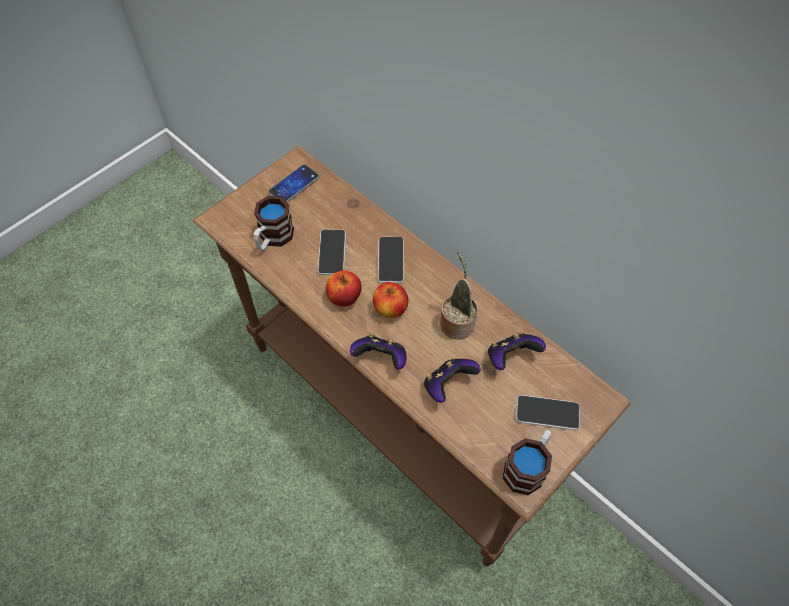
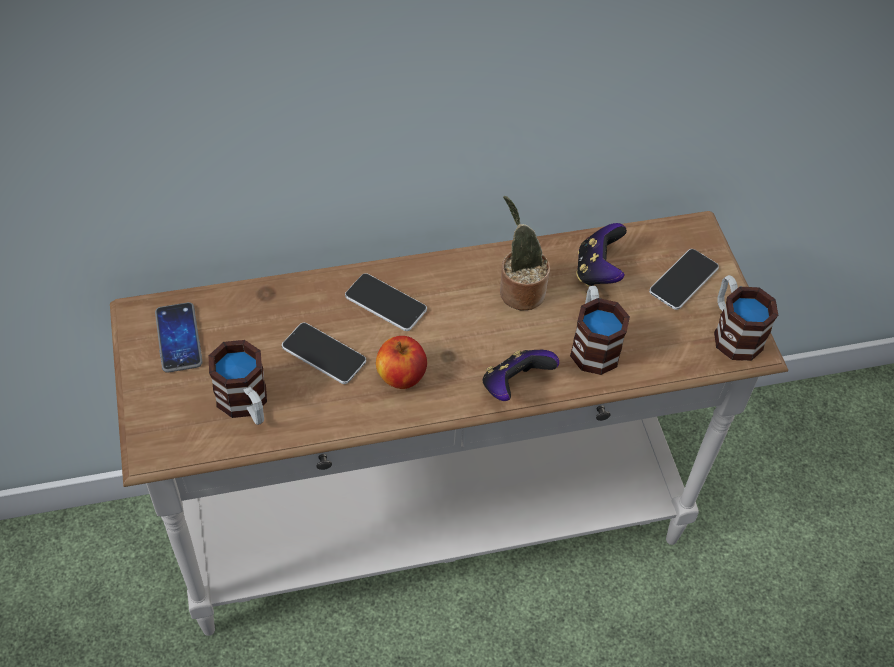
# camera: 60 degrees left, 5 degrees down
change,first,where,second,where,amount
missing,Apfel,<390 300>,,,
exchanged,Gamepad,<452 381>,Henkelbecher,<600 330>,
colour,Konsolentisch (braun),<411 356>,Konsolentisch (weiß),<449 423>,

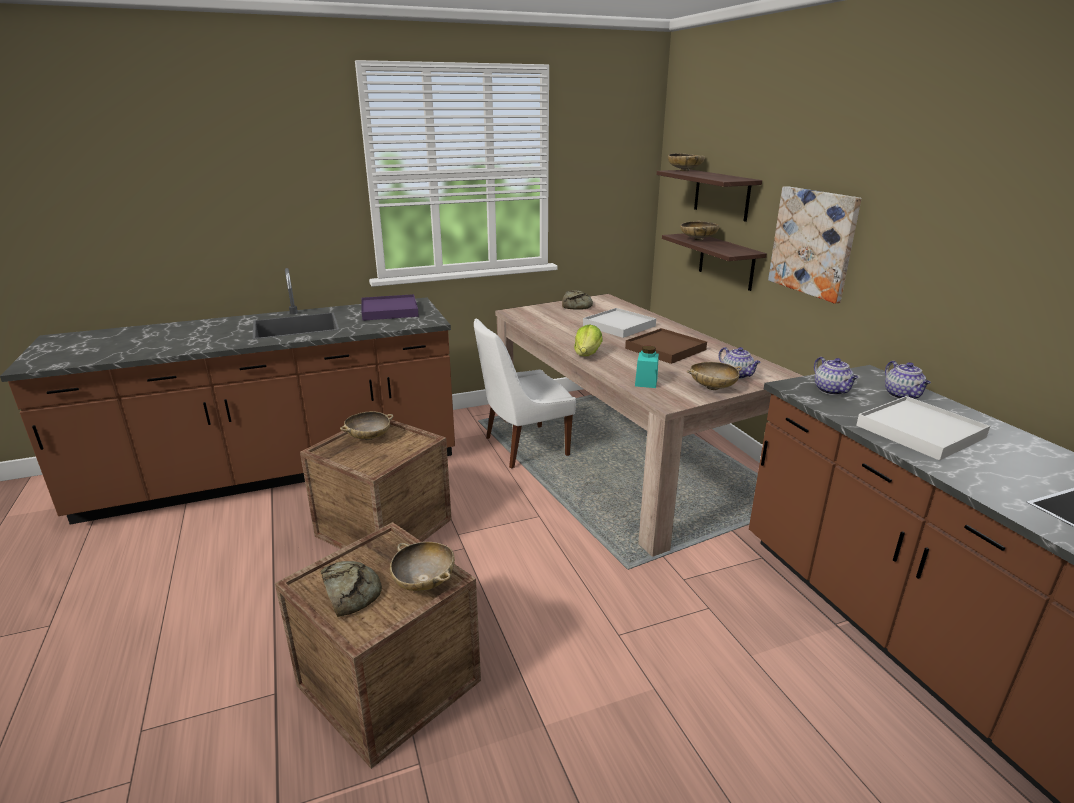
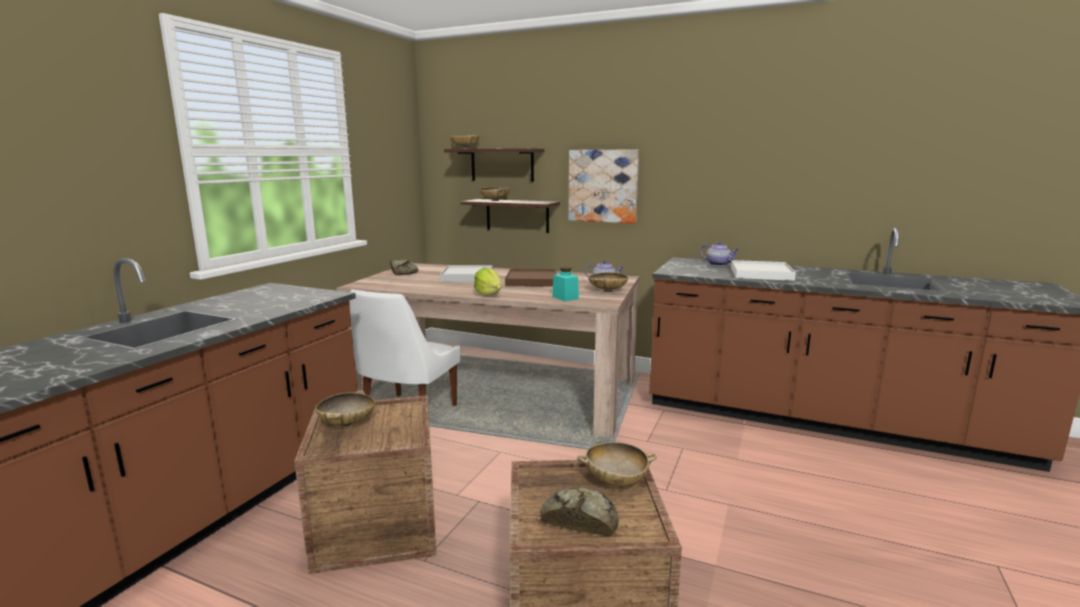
# camera: 45 degrees left, 10 degrees down
change,first,where,second,where,amount
missing,Tablett (lila),<390 307>,,,
missing,Teekanne,<836 376>,,,

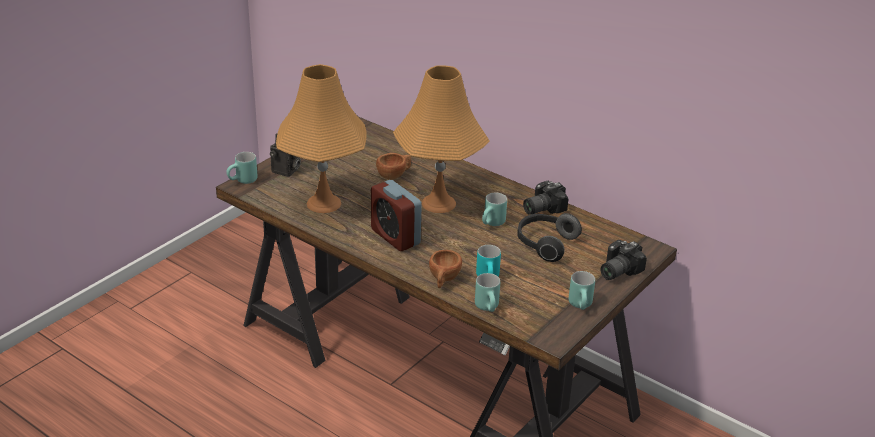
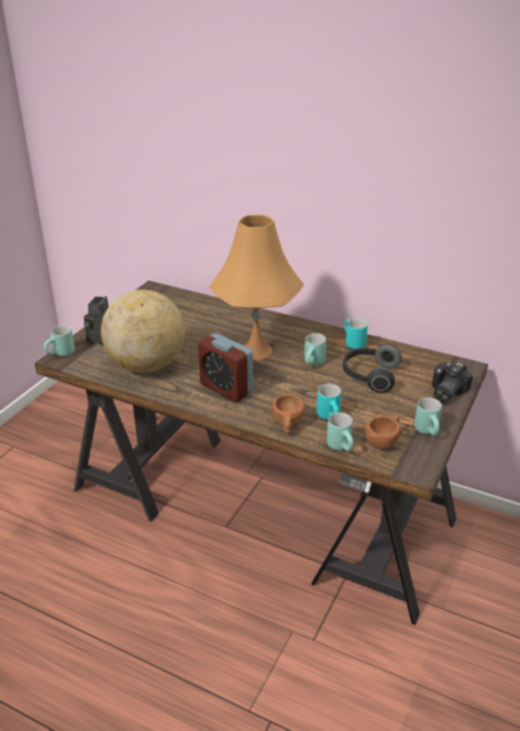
# camera: 10 degrees left, 0 degrees up
change,first,where,second,where,amount
relocated,Tasse (braun),<393 166>,,<383 432>,
exchanged,Tischlampe (orange),<321 138>,Globus,<143 331>,
exchanged,Kamera,<545 198>,Henkelbecher (türkis),<356 333>,

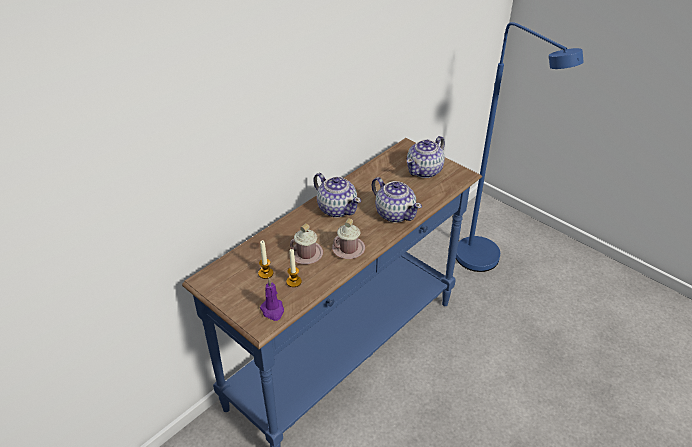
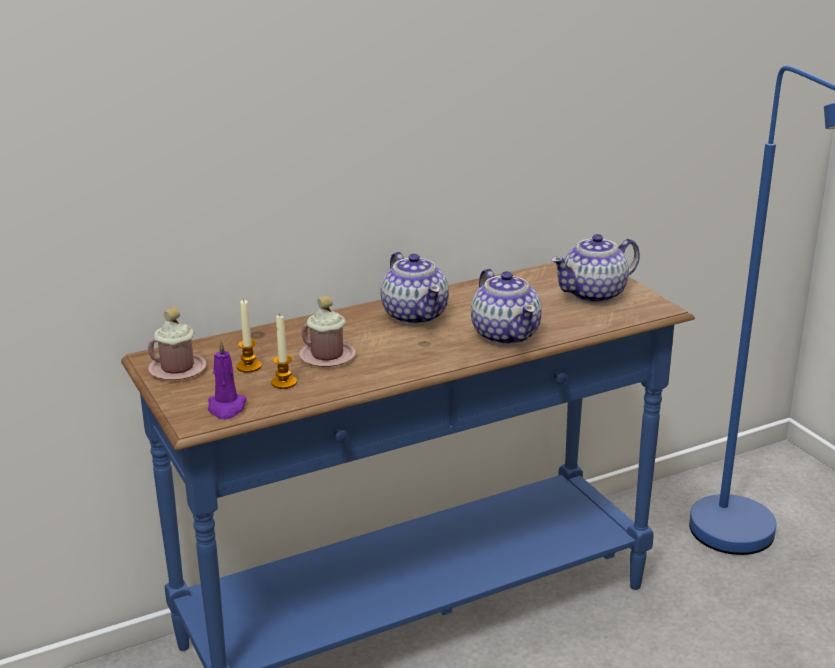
# camera: 20 degrees right, 15 degrees down
change,first,where,second,where,amount
relocated,Henkelbecher (rosa),<348 238>,,<177 343>,

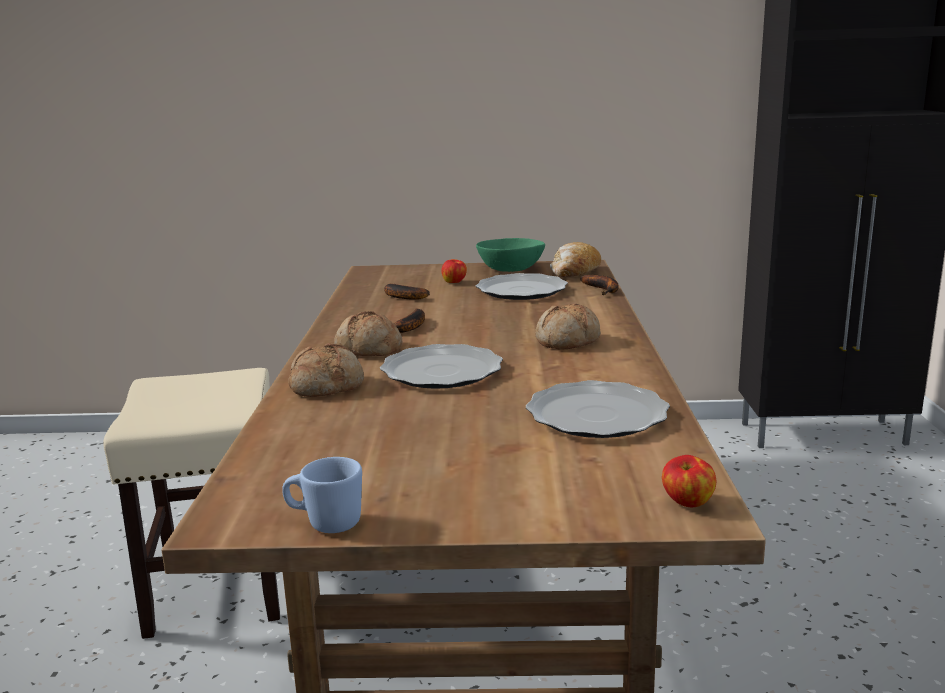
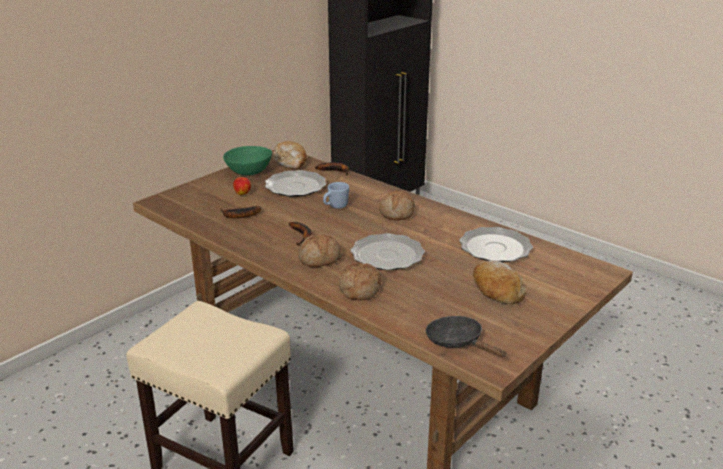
# camera: 50 degrees left, 10 degrees up
change,first,where,second,where,amount
missing,Apfel,<689 481>,,,
appeared,,,Pfanne (schwarz),<466 336>,
appeared,,,Brot,<499 282>,
relocated,Henkelbecher (blau),<322 495>,,<336 195>,

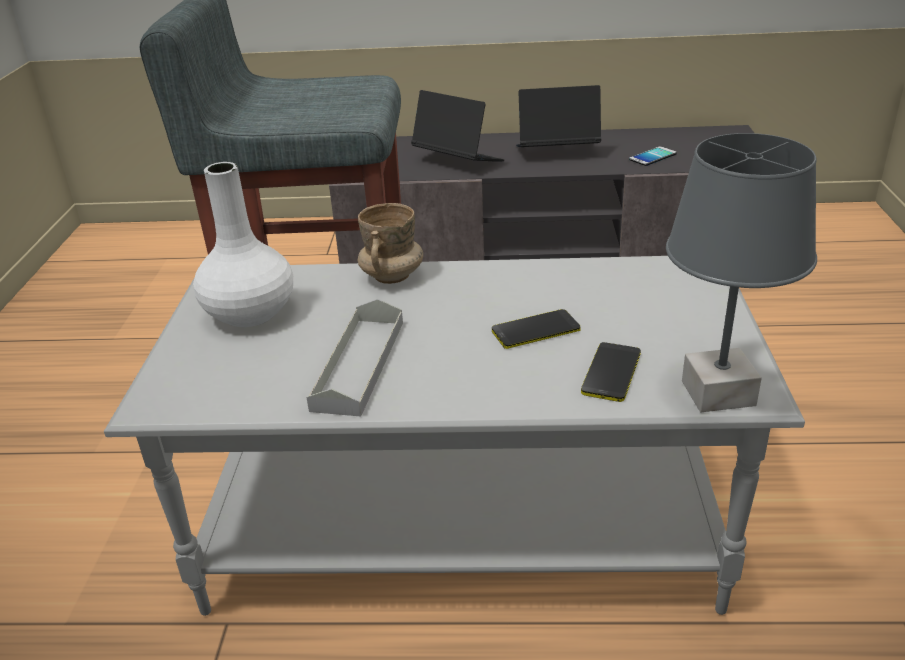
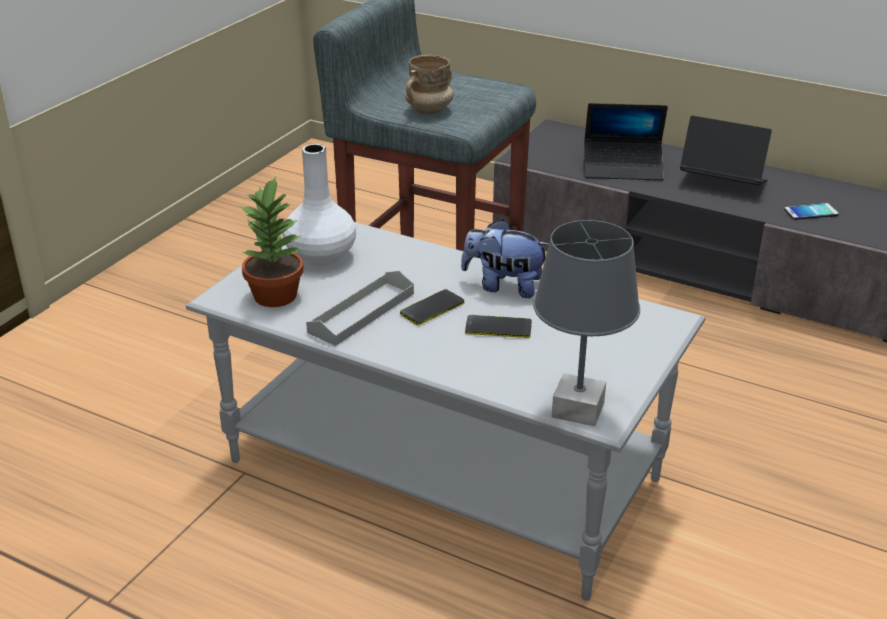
# camera: 25 degrees right, 0 degrees up
change,first,where,second,where,amount
appeared,,,Topfpflanze,<271 241>,
appeared,,,Plüschtier,<505 259>,
relocated,Henkelbecher (beige),<390 243>,,<429 84>,
relocated,Handy,<611 372>,,<432 307>,
spun,Laptop,<457 126>,,<626 141>,120 degrees clockwise

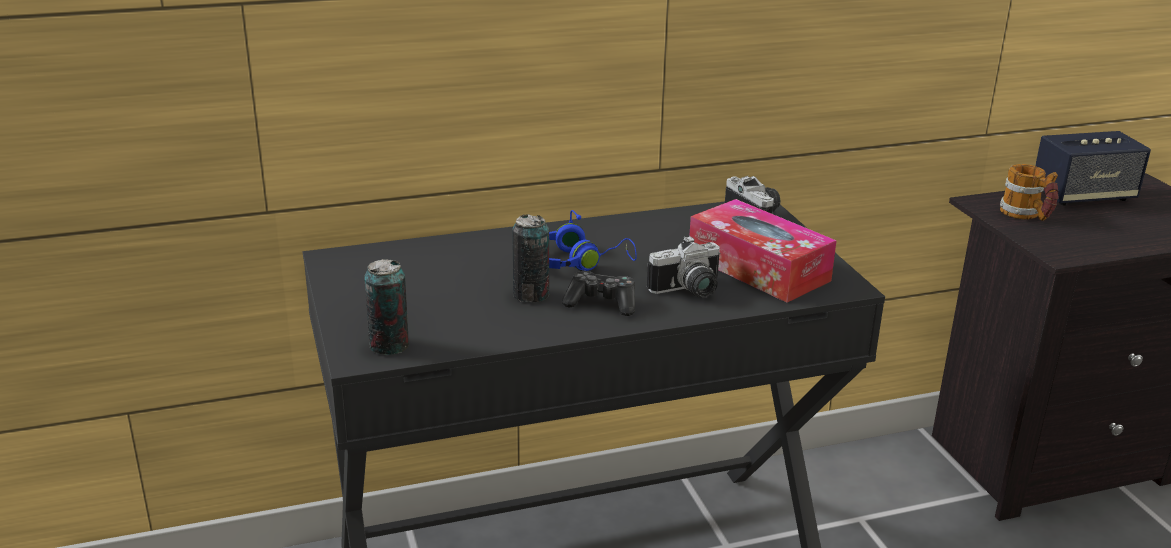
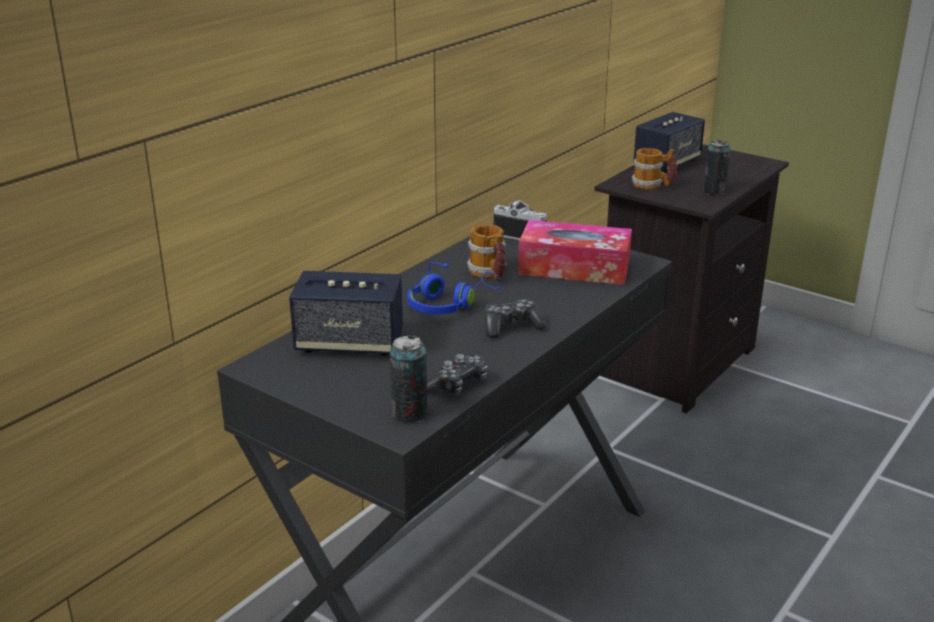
# camera: 35 degrees left, 0 degrees up
change,first,where,second,where,amount
missing,Kamera,<684 266>,,,
appeared,,,Lautsprecher,<346 313>,
appeared,,,Gamepad,<457 375>,
appeared,,,Henkelbecher,<487 252>,
relocated,Dose,<531 258>,,<717 167>,

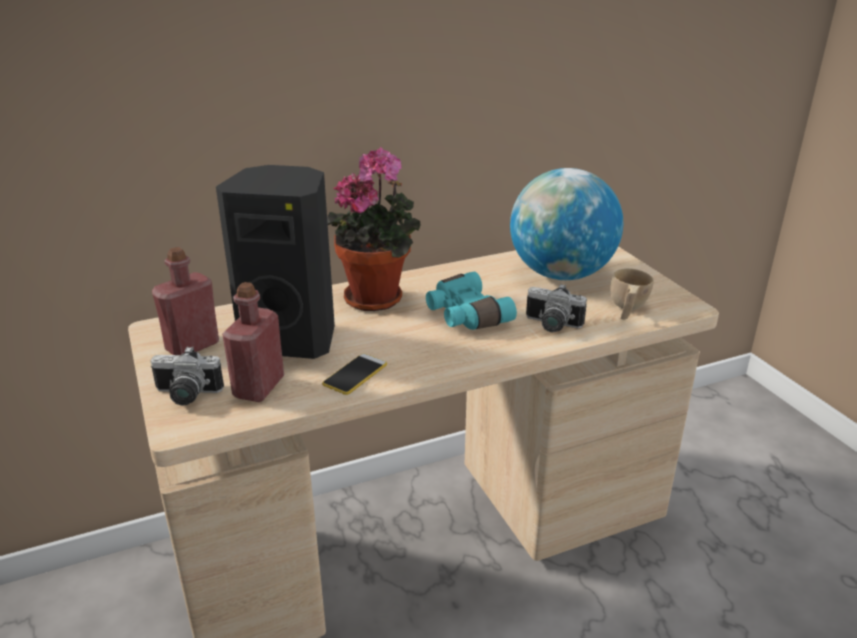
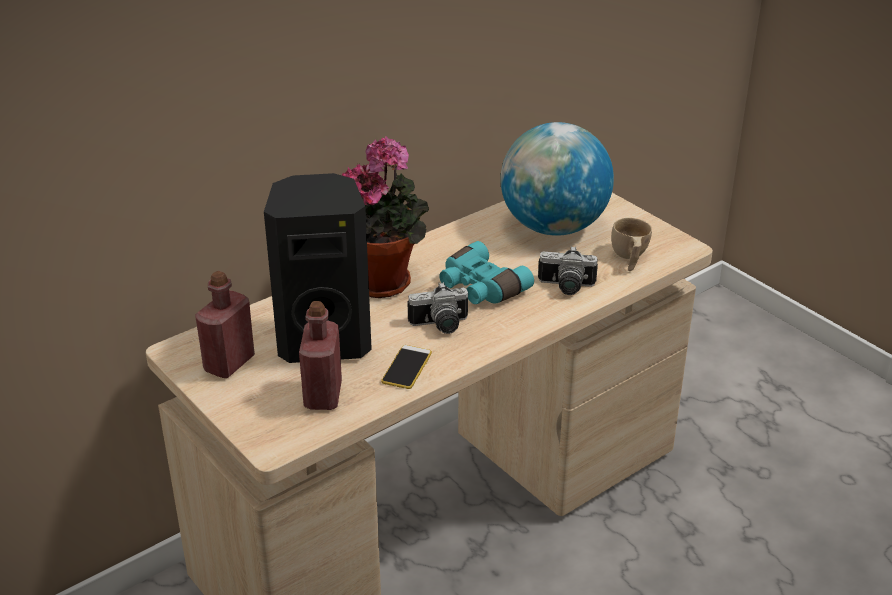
# camera: 15 degrees left, 5 degrees up
change,first,where,second,where,amount
relocated,Kamera,<187 375>,,<438 308>,

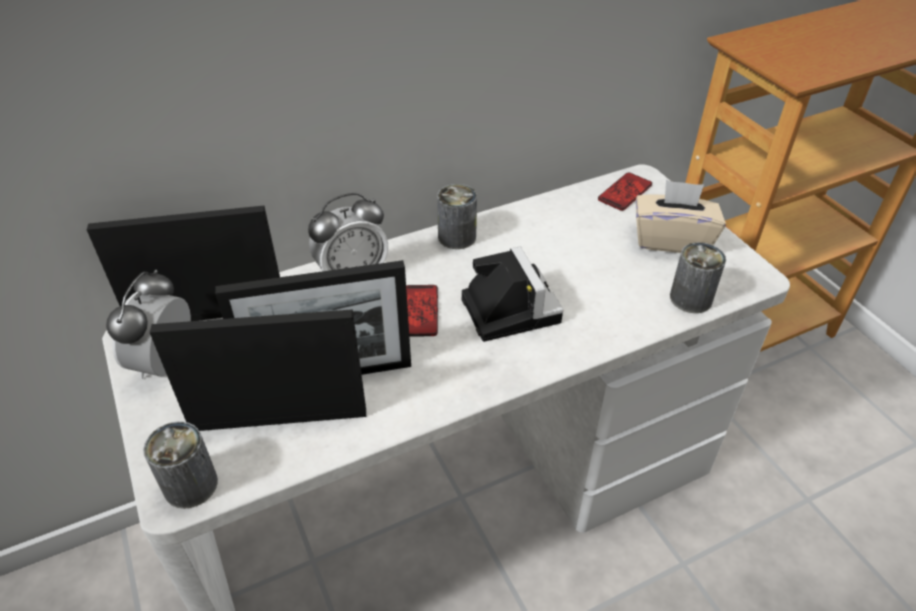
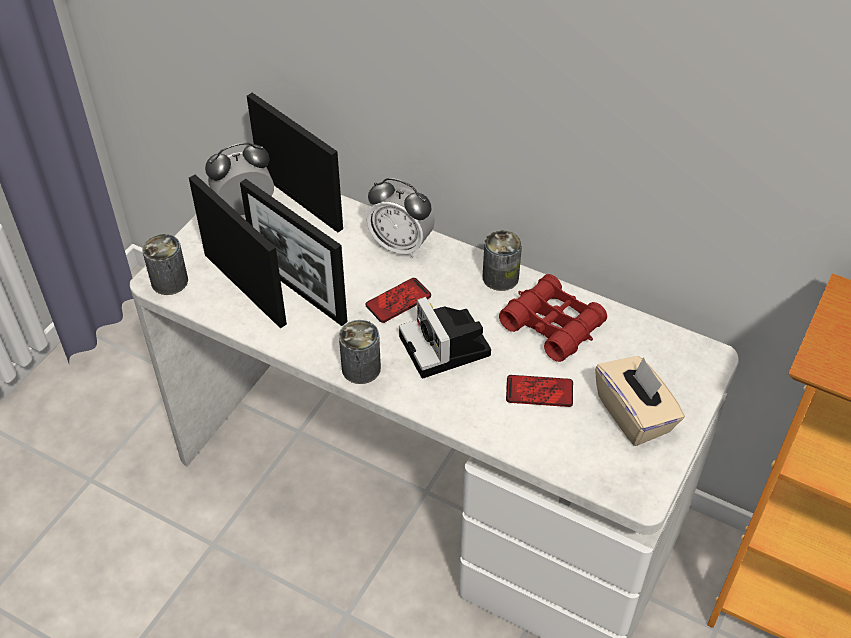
# camera: 55 degrees right, 5 degrees up
change,first,where,second,where,amount
appeared,,,Fernglas (rot),<553 318>,
relocated,Handy,<625 191>,,<539 391>,
relocated,Dose,<698 277>,,<360 352>,
spun,Kamera,<512 294>,,<445 338>,120 degrees clockwise

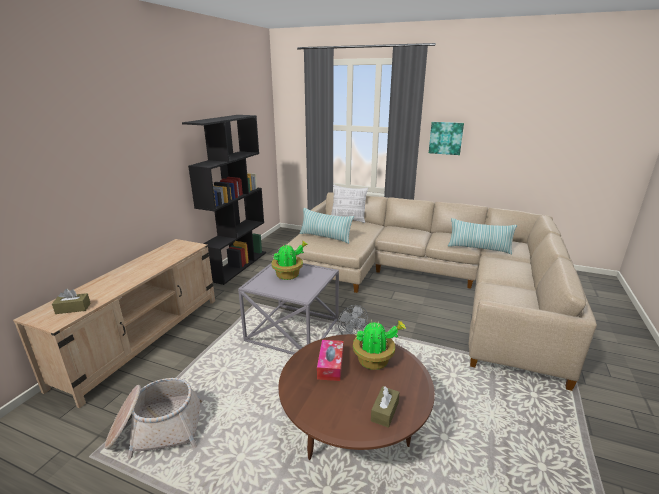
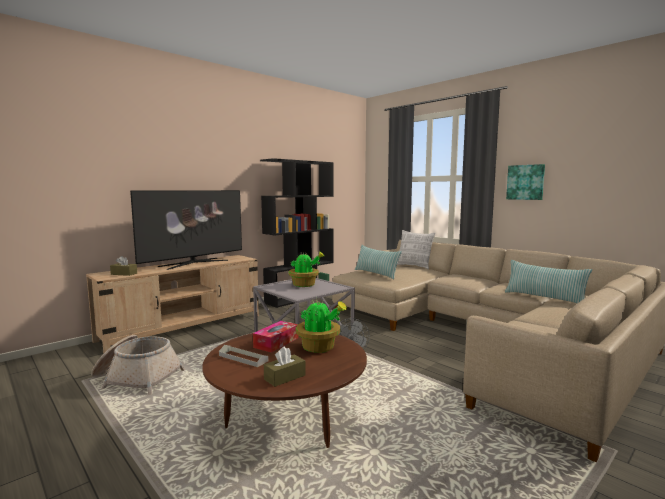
# camera: 25 degrees right, 15 degrees down
change,first,where,second,where,amount
appeared,,,Fernseher,<186 230>,
appeared,,,Tablett (grau),<244 356>,

